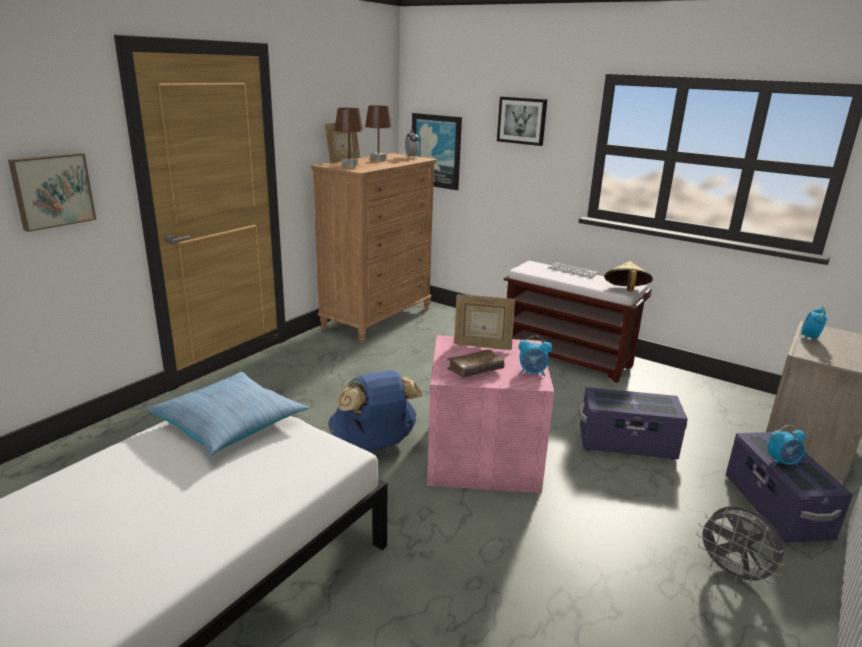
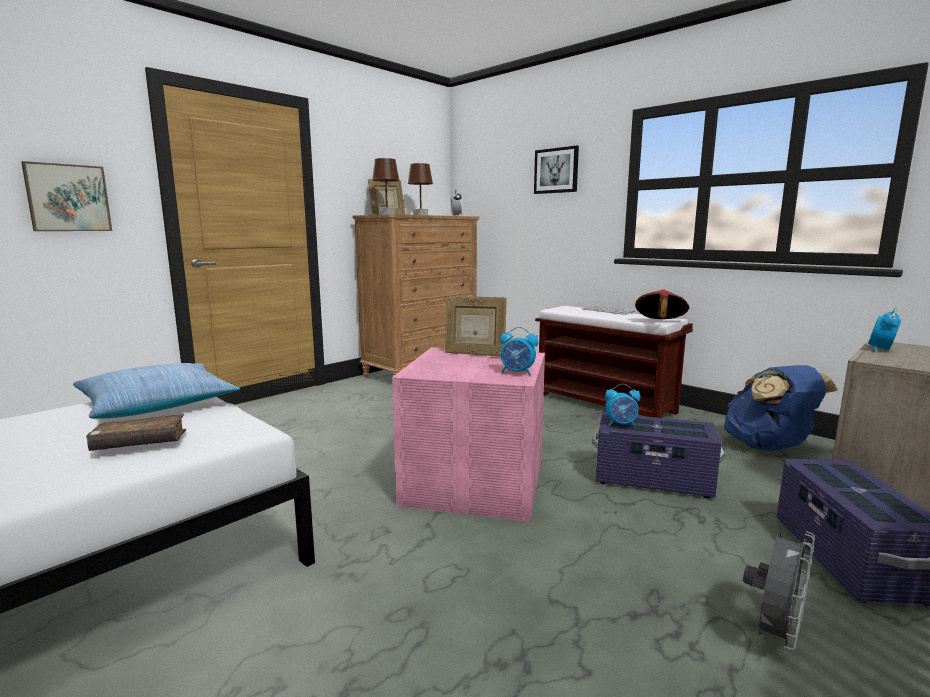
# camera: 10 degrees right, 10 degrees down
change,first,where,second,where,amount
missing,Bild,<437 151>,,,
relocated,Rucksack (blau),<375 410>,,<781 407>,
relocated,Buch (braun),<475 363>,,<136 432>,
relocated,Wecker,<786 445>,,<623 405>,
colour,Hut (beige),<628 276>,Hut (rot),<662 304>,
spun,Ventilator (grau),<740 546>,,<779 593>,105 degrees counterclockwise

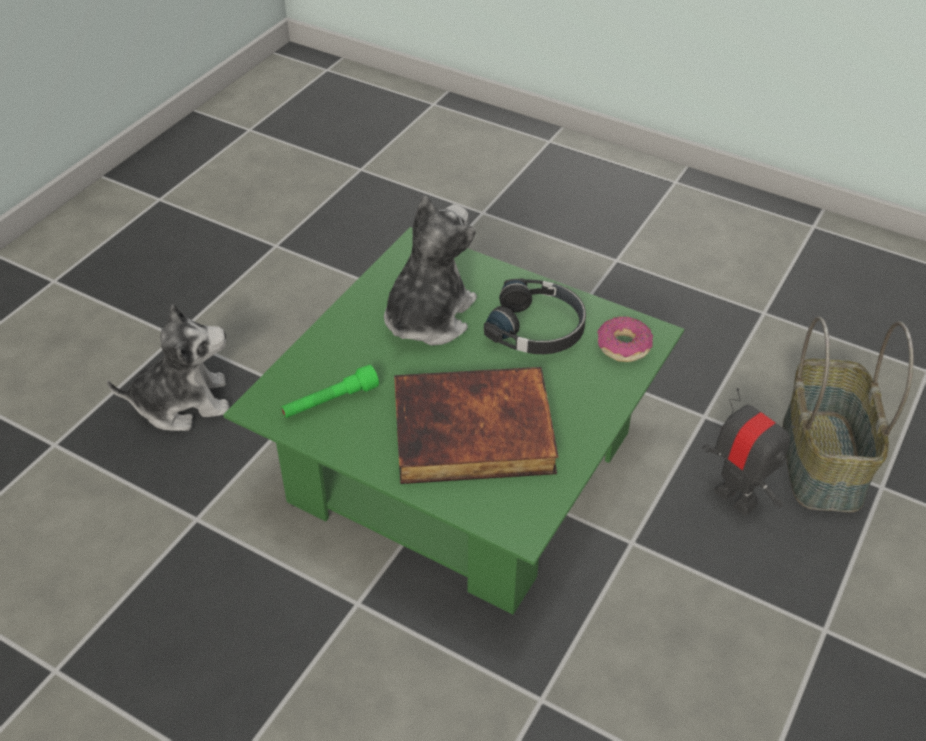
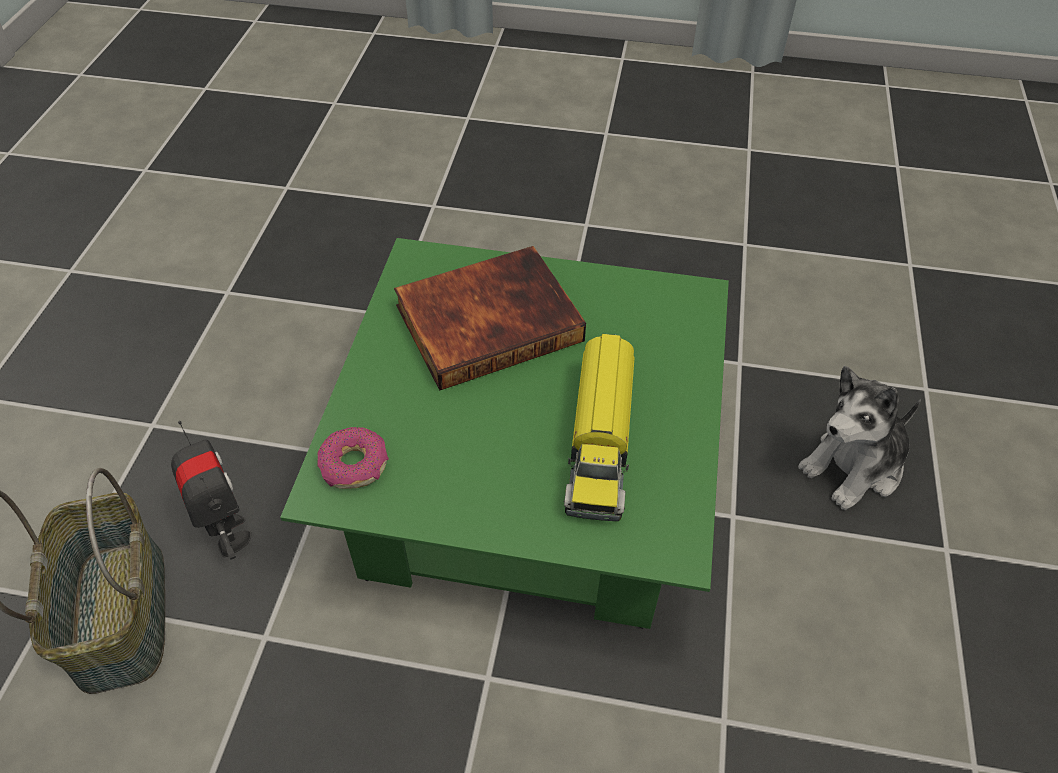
# camera: 160 degrees right, 5 degrees up
change,first,where,second,where,amount
missing,Taschenlampe (grün),<330 391>,,,
missing,Kopfhörer (schwarz),<535 316>,,,
exchanged,Plüschtier,<430 271>,Spielzeuglaster,<599 427>,
spun,Spielzeugroboter,<748 452>,,<211 490>,150 degrees counterclockwise

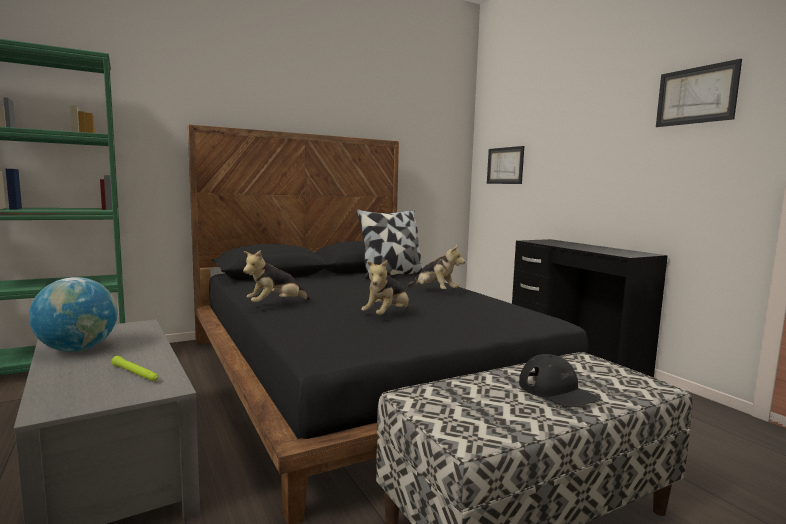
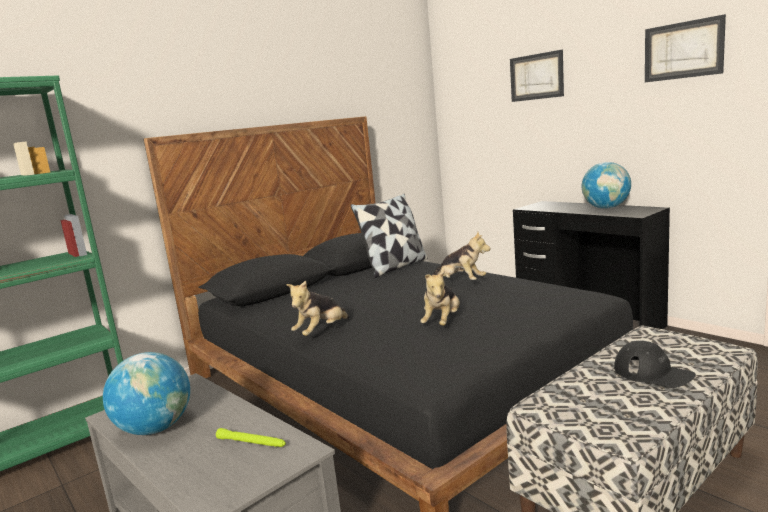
# camera: 10 degrees left, 5 degrees up
change,first,where,second,where,amount
appeared,,,Globus,<606 185>,
relocated,Bild,<505 165>,,<537 76>,

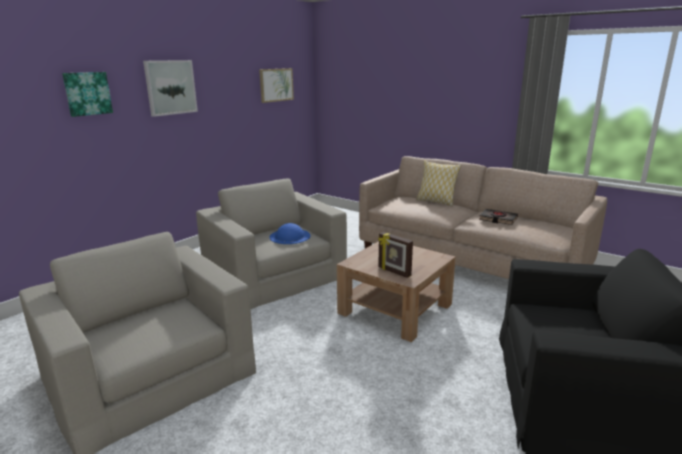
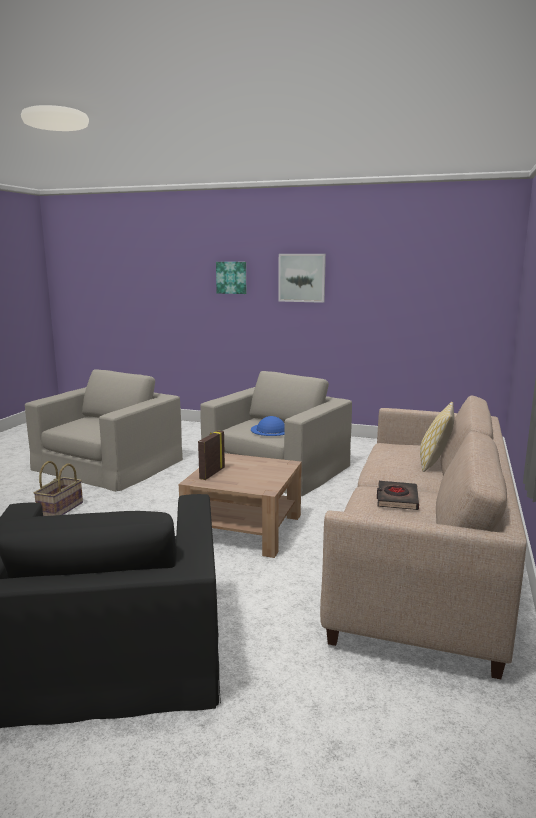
# camera: 70 degrees right, 5 degrees down
change,first,where,second,where,amount
missing,Bild,<276 85>,,,
appeared,,,Korb,<58 488>,

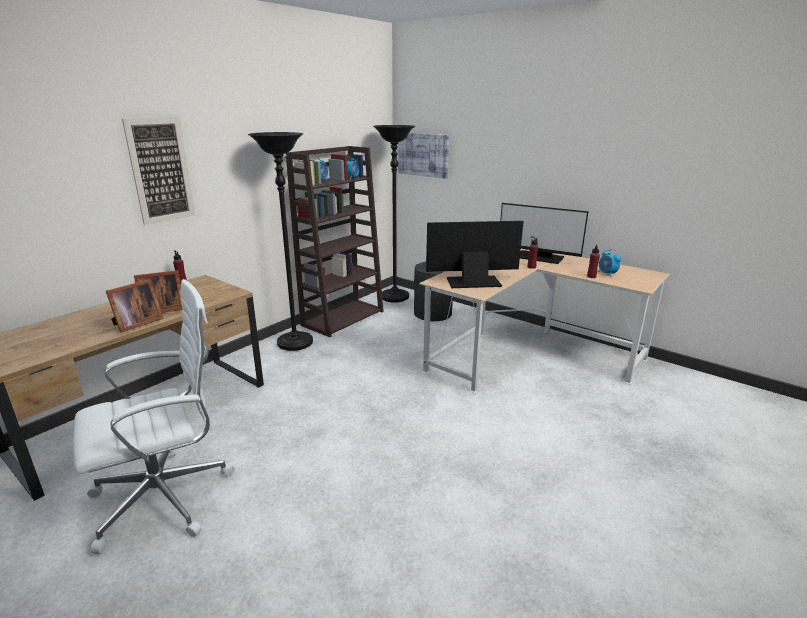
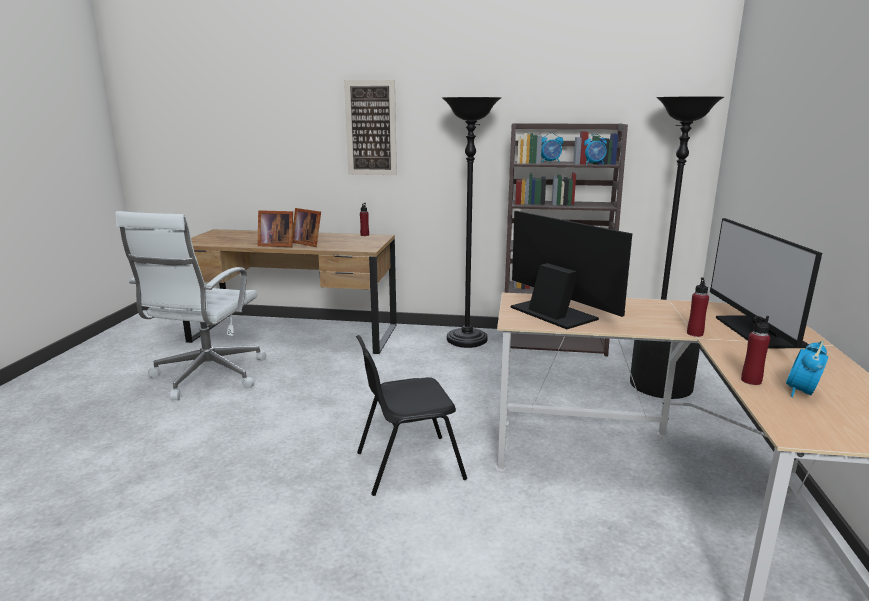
# camera: 60 degrees right, 5 degrees down
change,first,where,second,where,amount
missing,Bild,<423 156>,,,
appeared,,,Stuhl (schwarz),<411 415>,
spun,Bürostuhl (weiß),<154 416>,,<191 305>,75 degrees clockwise

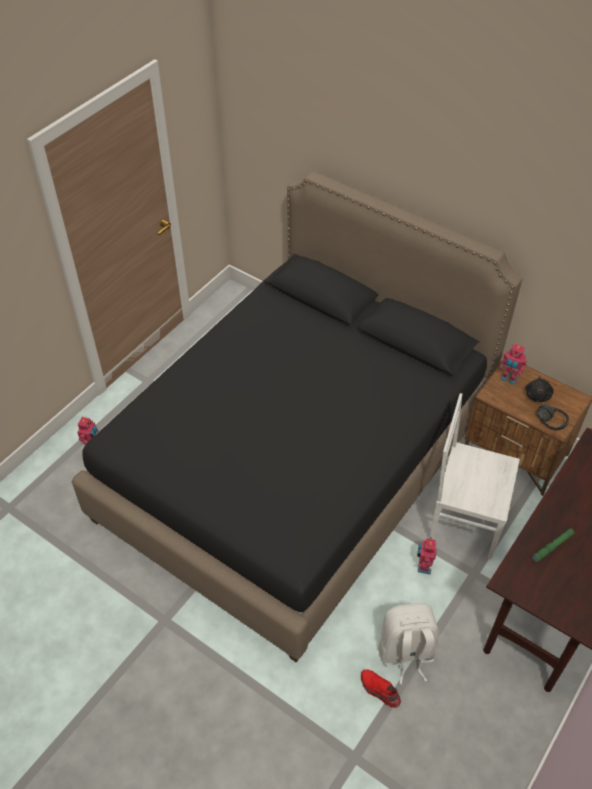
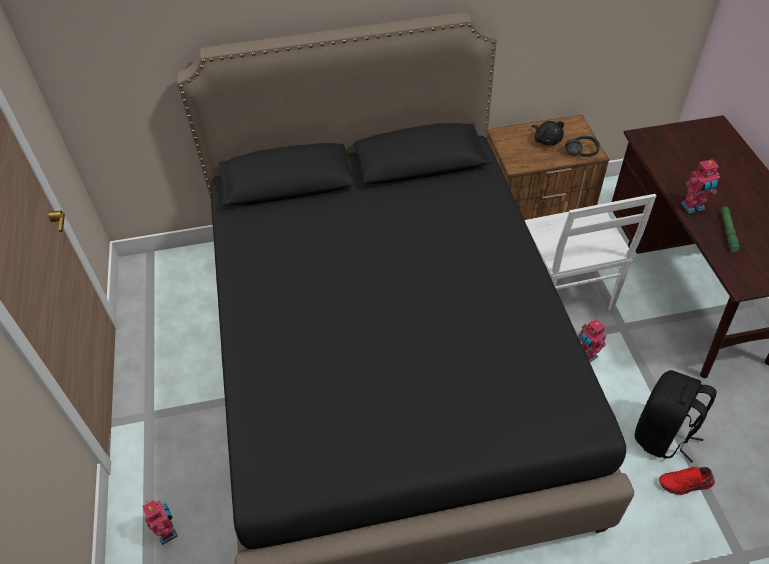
# camera: 45 degrees left, 0 degrees up
change,first,where,second,where,amount
relocated,Spielzeugroboter,<513 364>,,<700 186>,
colour,Rucksack (weiß),<408 644>,Rucksack (schwarz),<675 416>,
spun,Stuhl (weiß),<474 476>,,<591 252>,75 degrees counterclockwise

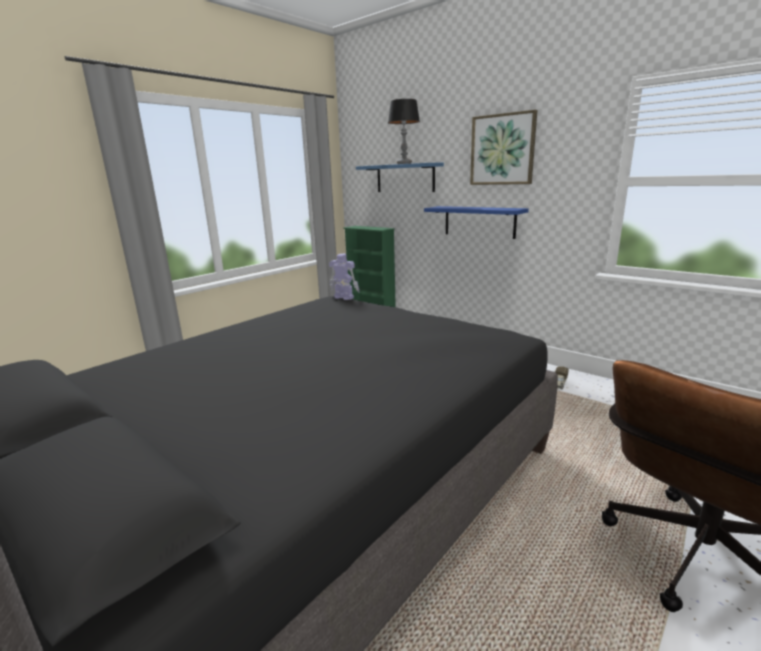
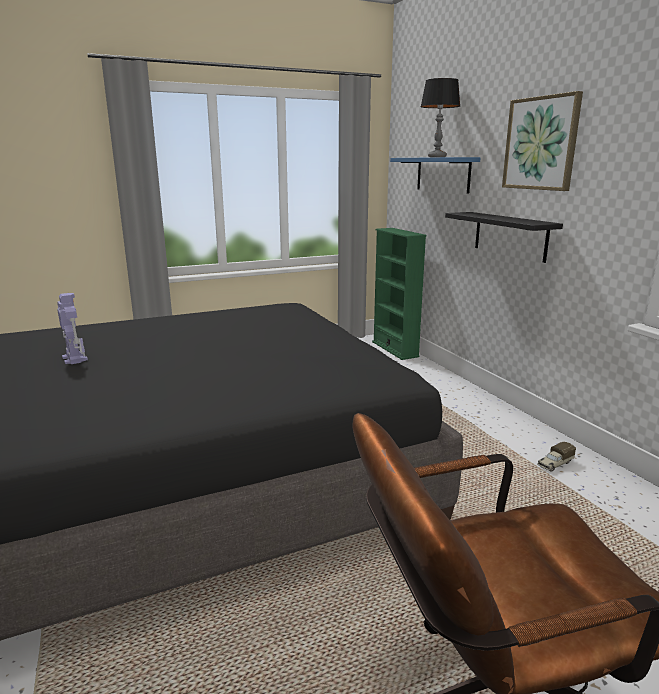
# camera: 25 degrees right, 0 degrees up
change,first,where,second,where,amount
relocated,Spielzeugroboter,<344 277>,,<72 328>,
colour,Wandregal (blau),<476 222>,Wandregal (schwarz),<504 237>,

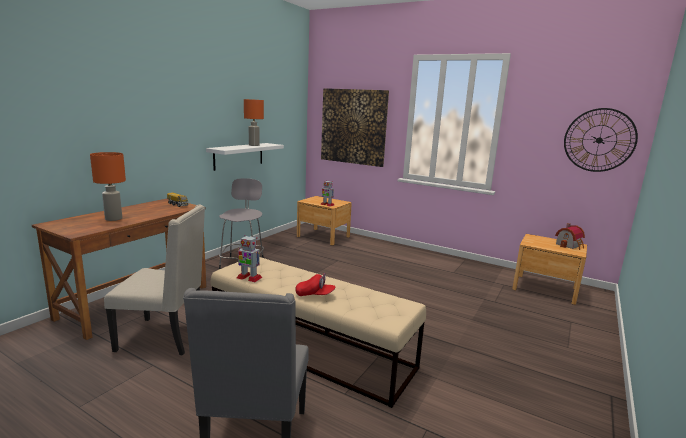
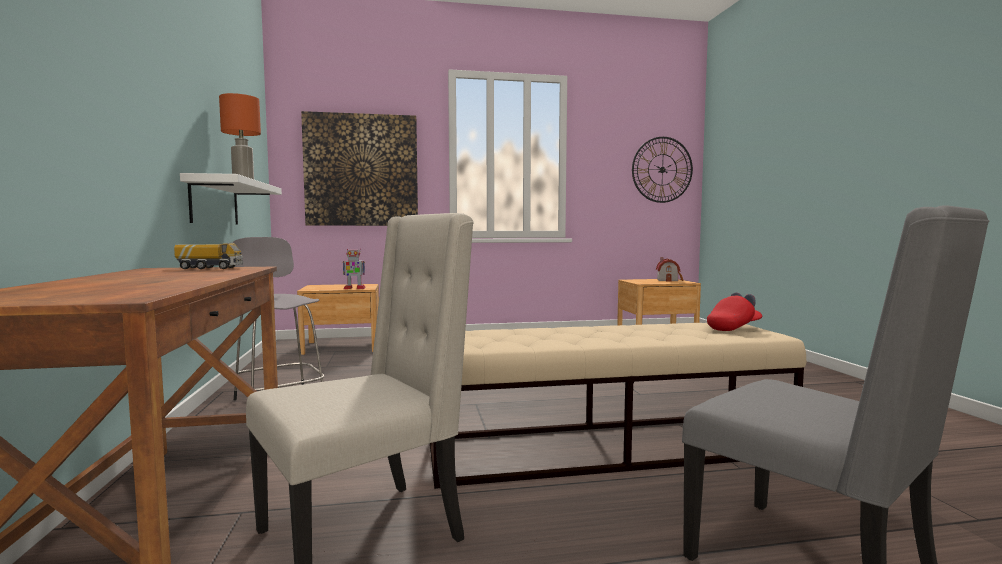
# camera: 40 degrees left, 10 degrees down
change,first,where,second,where,amount
missing,Tischlampe (orange),<108 186>,,,
missing,Spielzeugroboter,<250 258>,,,
relocated,Kappe (rot),<315 284>,,<734 311>,

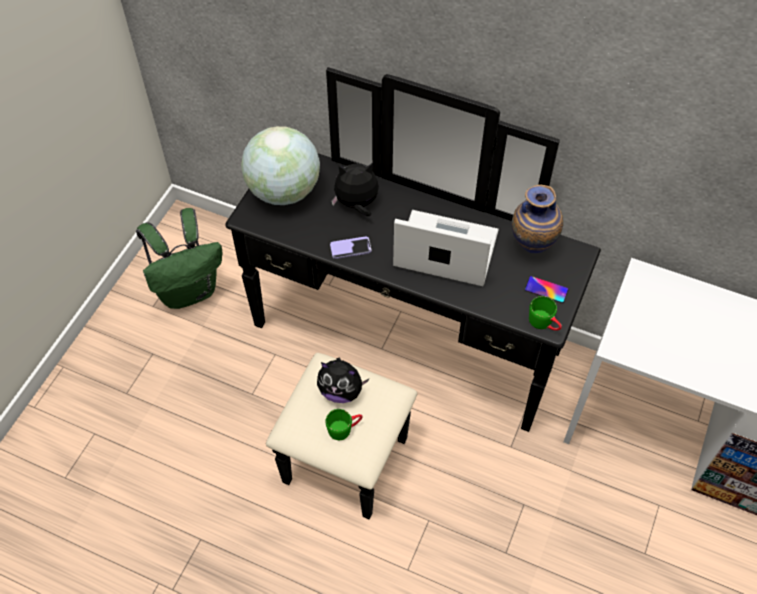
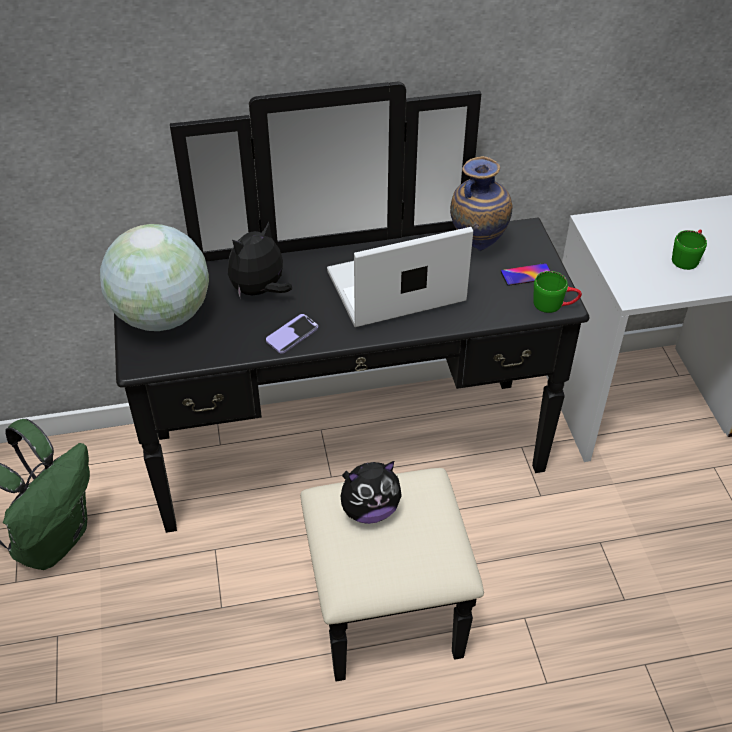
# camera: 35 degrees left, 10 degrees down
change,first,where,second,where,amount
relocated,Henkelbecher (grün),<344 424>,,<689 249>,

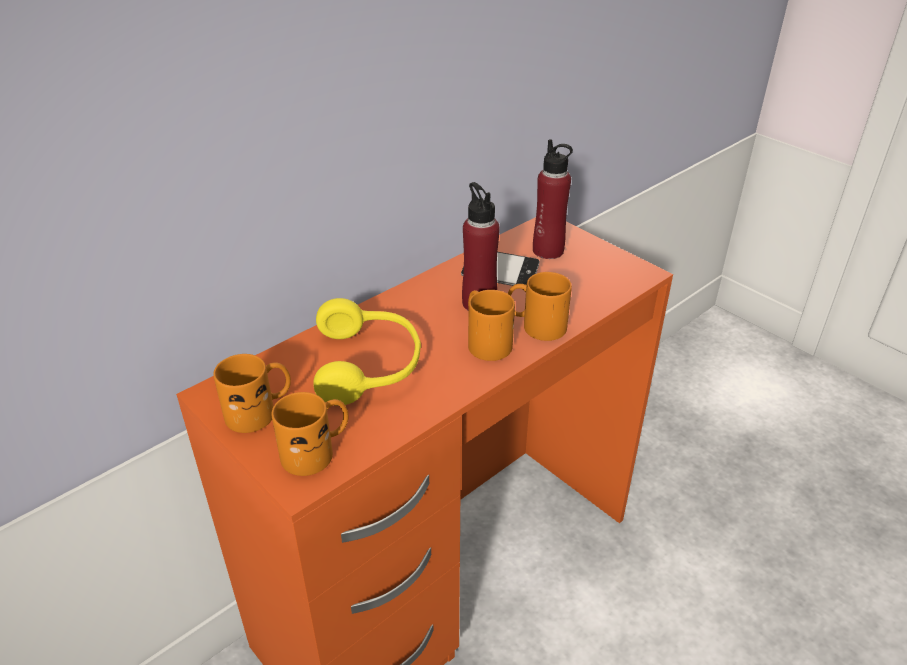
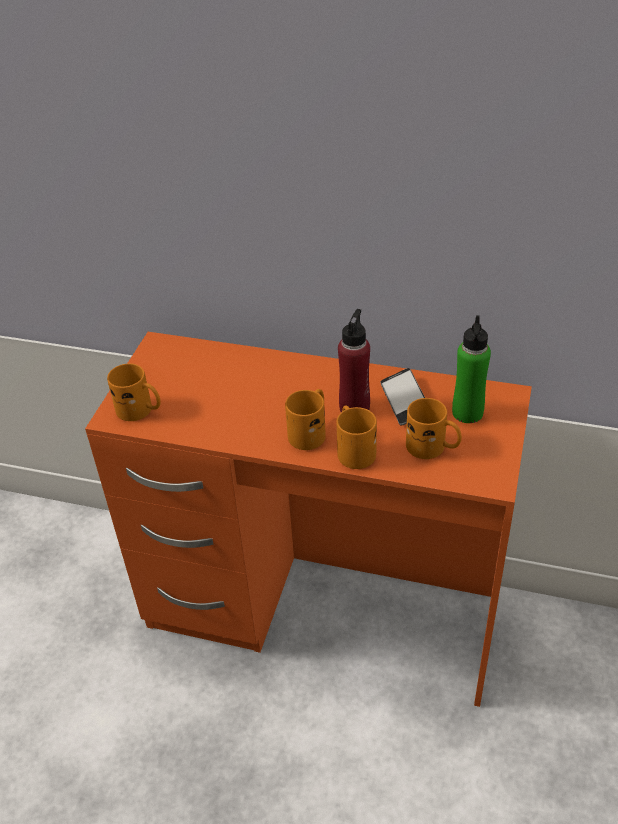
# camera: 60 degrees right, 5 degrees up
change,first,where,second,where,amount
missing,Kopfhörer (gelb),<367 352>,,,
relocated,Henkelbecher (orange),<252 393>,,<434 428>,
colour,Flasche (rot),<553 199>,Flasche (grün),<471 369>,

